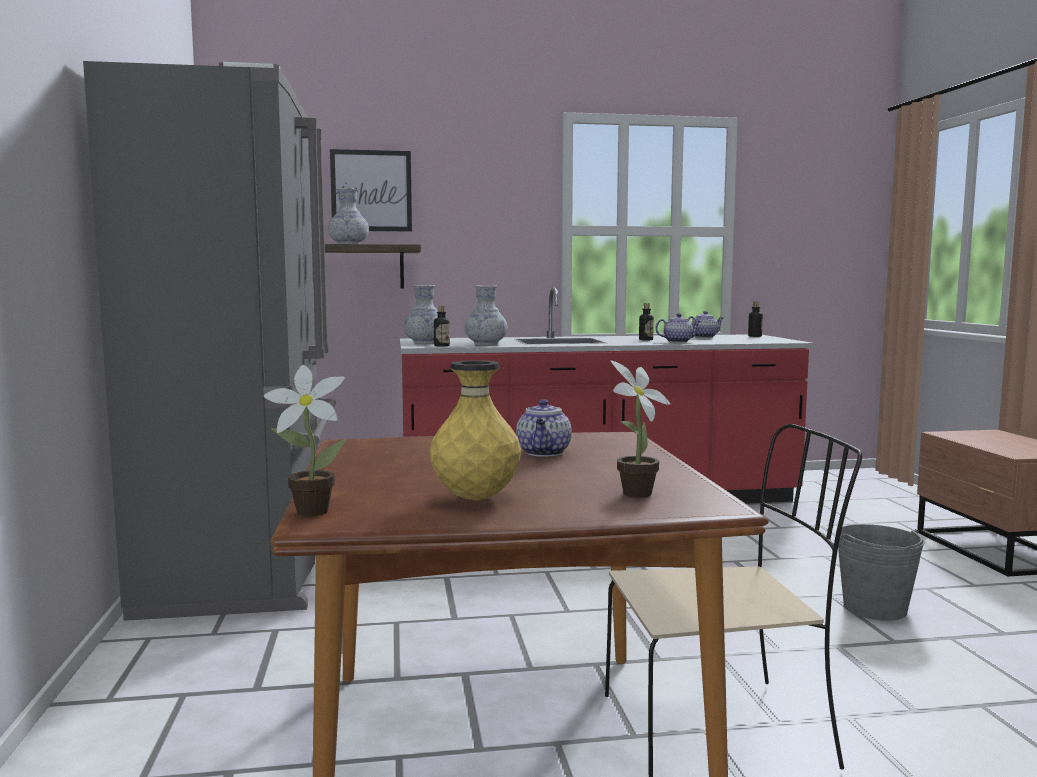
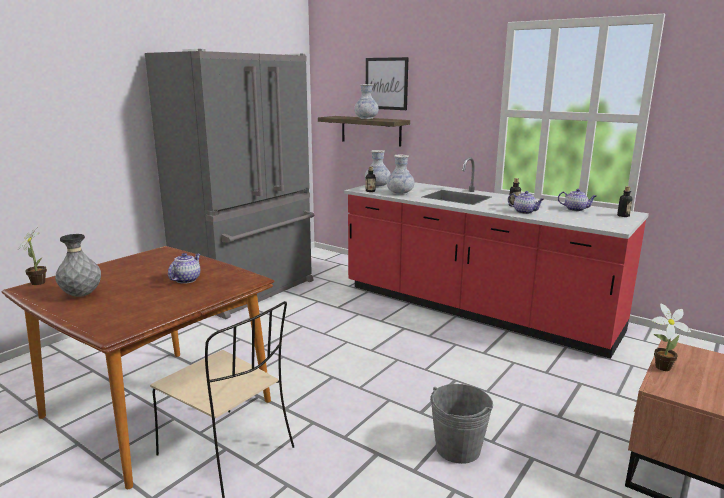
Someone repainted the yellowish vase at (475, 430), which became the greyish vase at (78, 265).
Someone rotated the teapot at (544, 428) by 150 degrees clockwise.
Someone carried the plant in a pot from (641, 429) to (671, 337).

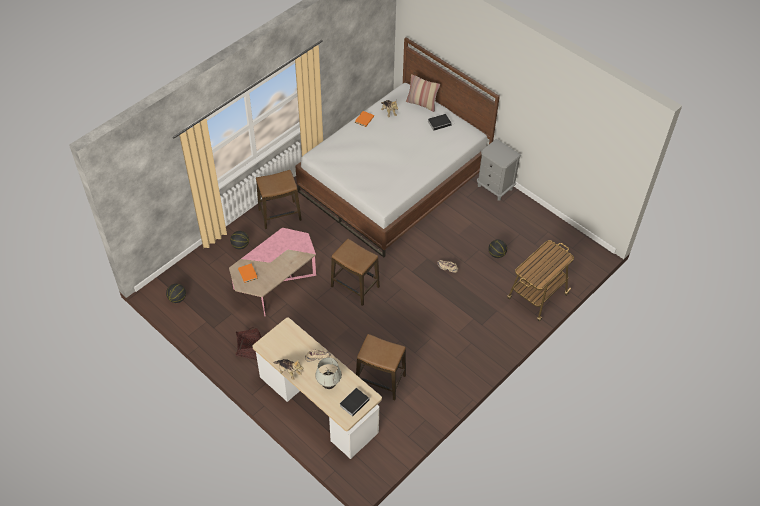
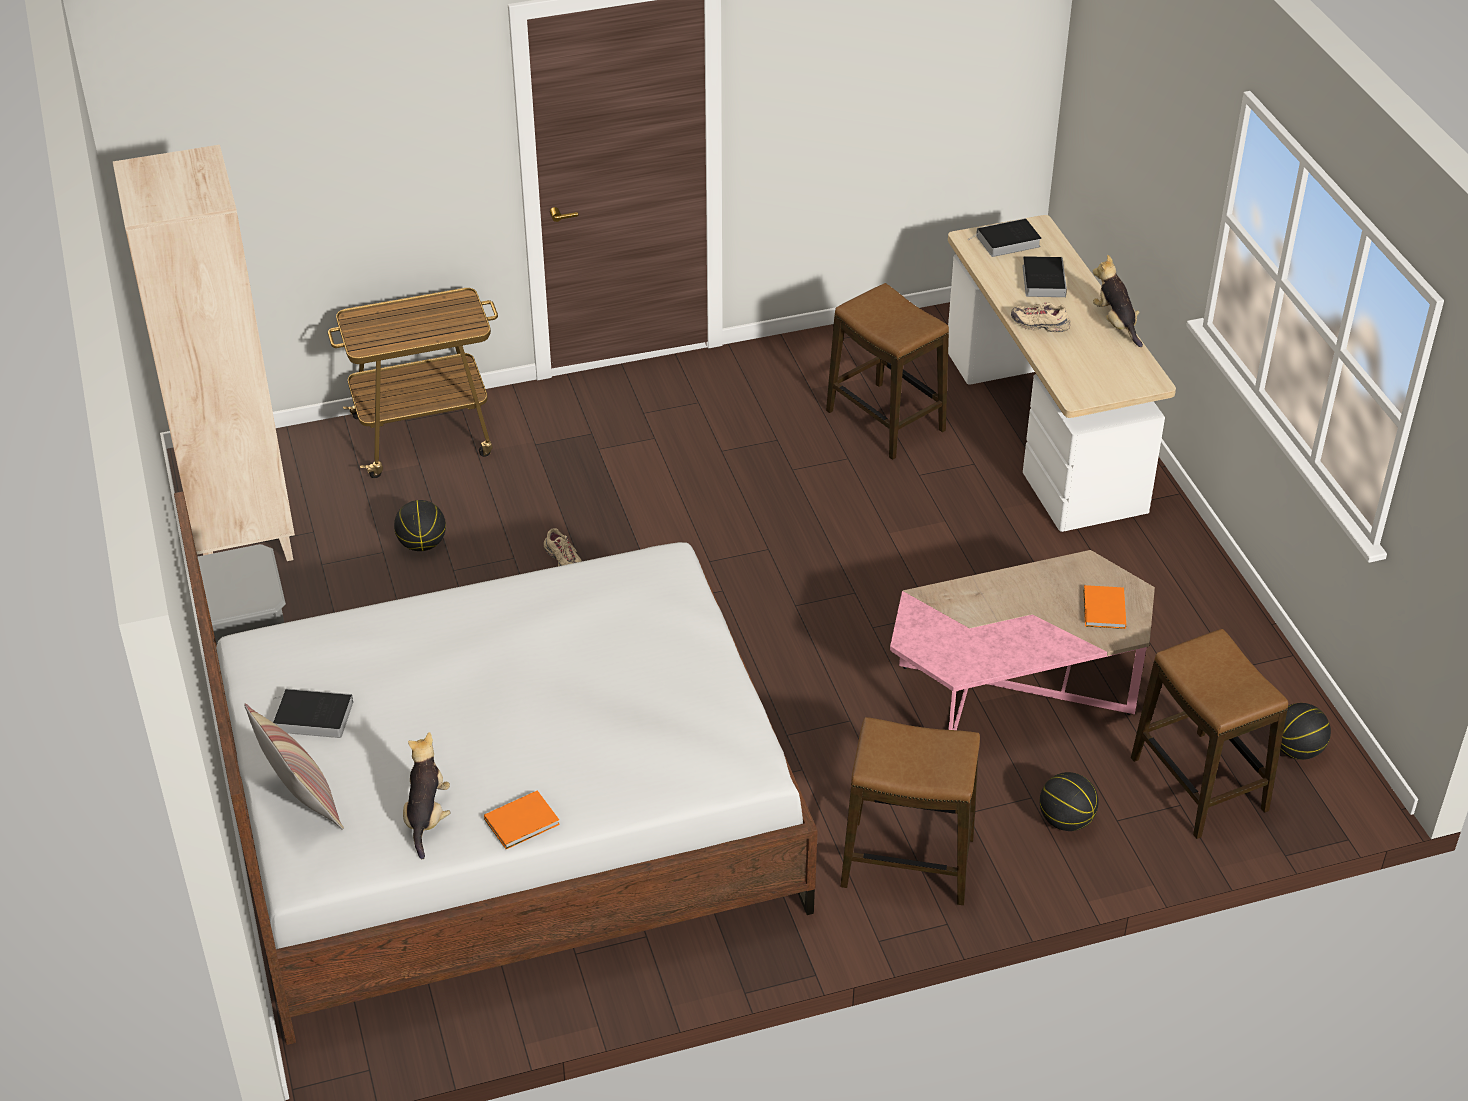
Someone took away the household basket at (249, 344).
Someone swapped the white table lamp at (328, 373) for the volume at (1044, 276).
Someone carried the stool from (355, 272) to (1209, 734).
Someone put down the beige-coloured bookshelf at (204, 353).

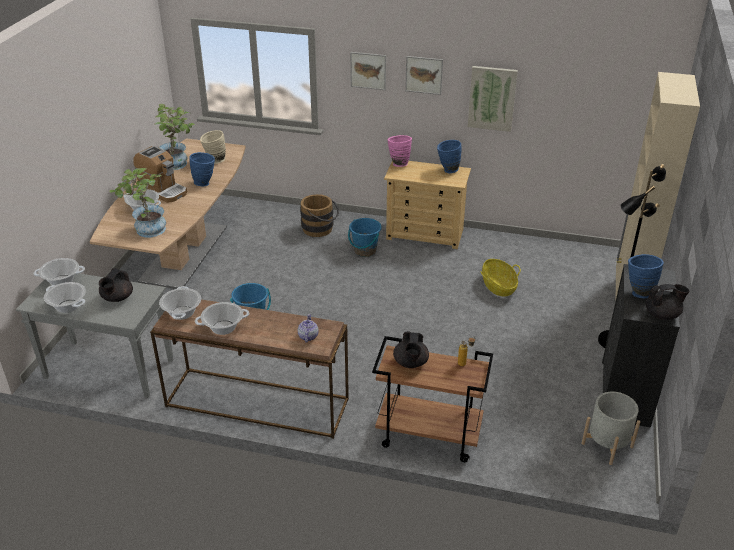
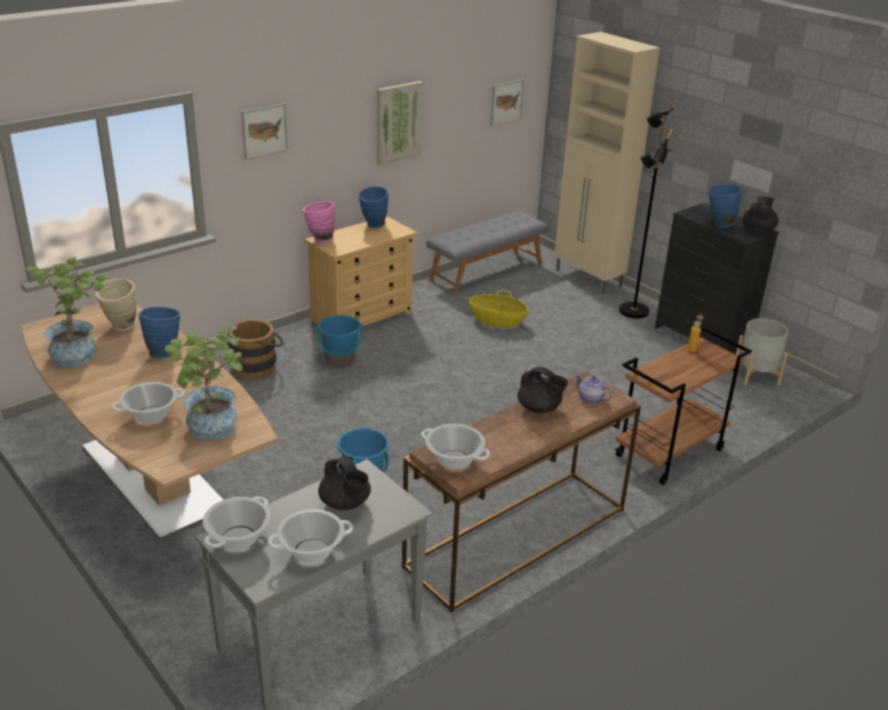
Someone took away the coffee brewer at (160, 174).
Someone took away the cooking pot at (222, 318).
Someone carried the black-coloured teapot from (411, 349) to (542, 390).
Someone carried the wall art from (424, 75) to (507, 102).
Someone put down the greyish indoor bench at (487, 253).

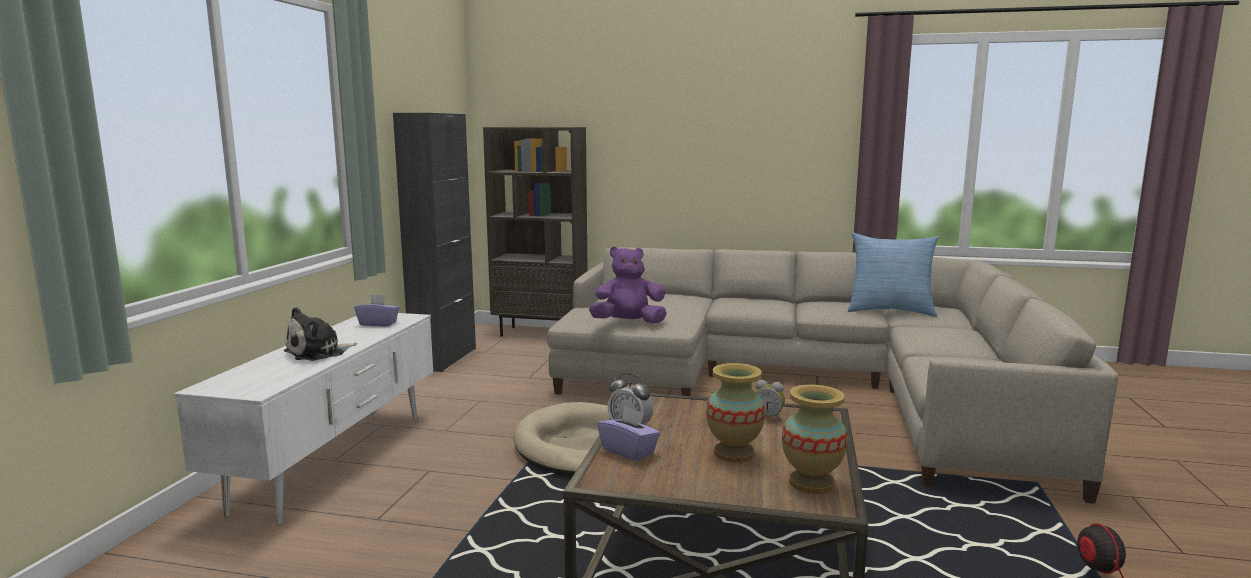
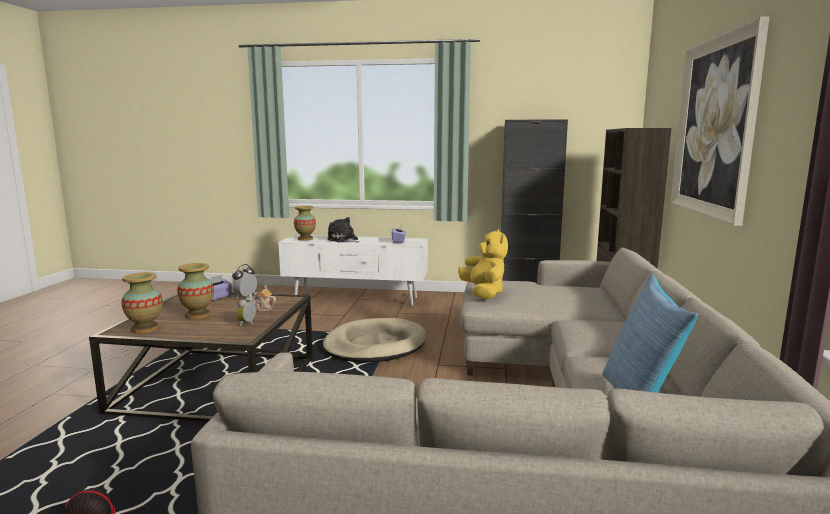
Someone repainted the purple-coloured cuddly toy at (628, 284), which became the yellowish cuddly toy at (483, 264).
Someone put down the teapot at (262, 298).
Someone put down the vase at (305, 223).
Someone put up the wall art at (720, 121).

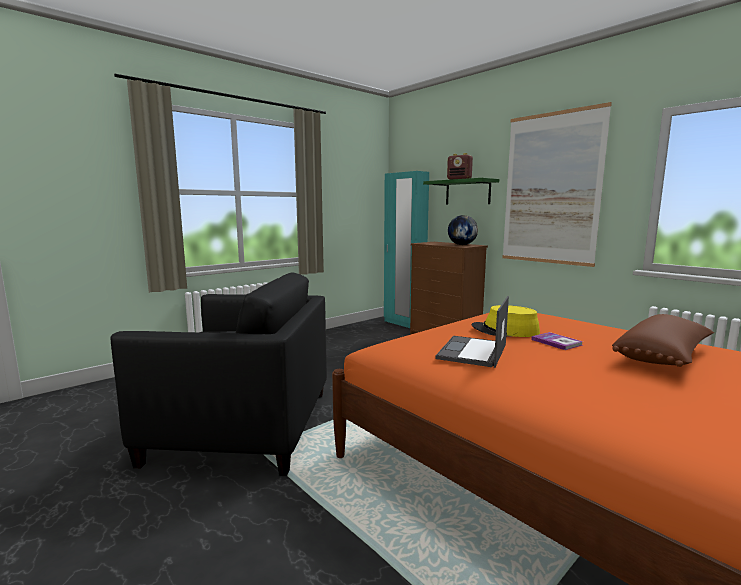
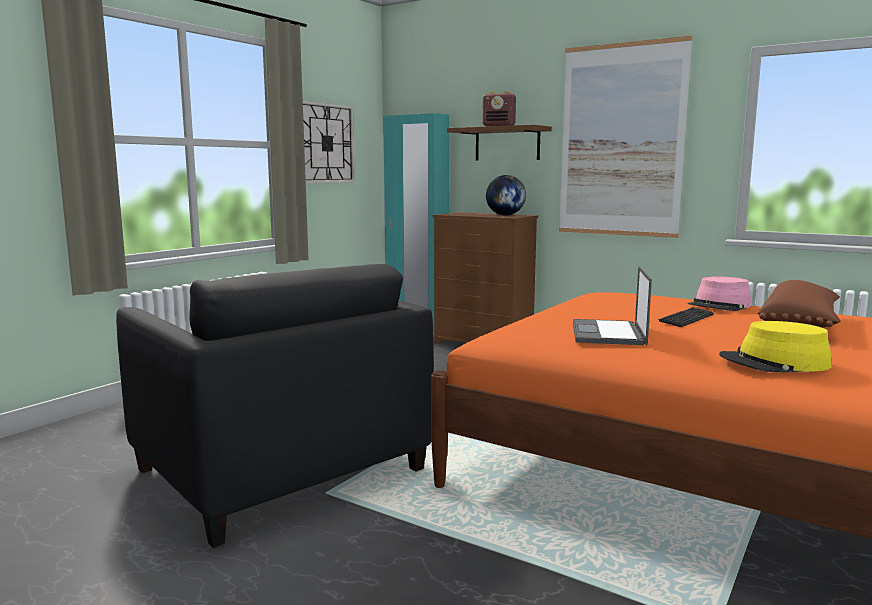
Someone rotated the black-coloured easy chair at (219, 374) by 60 degrees clockwise.
Someone repainted the green-coloured wall shelf at (461, 191), which became the brownish wall shelf at (499, 143).
Someone carried the yellowish clothing hat from (506, 321) to (775, 346).
Someone swapped the volume at (557, 341) for the PC keyboard at (686, 317).
Someone put up the hanging clock at (329, 142).
Someone put down the pink-coloured clothing hat at (719, 294).

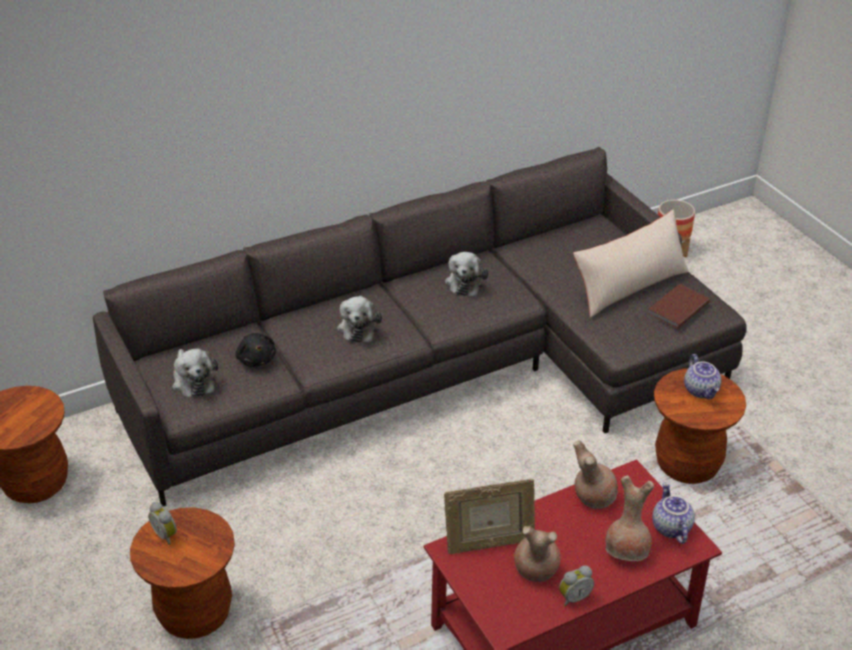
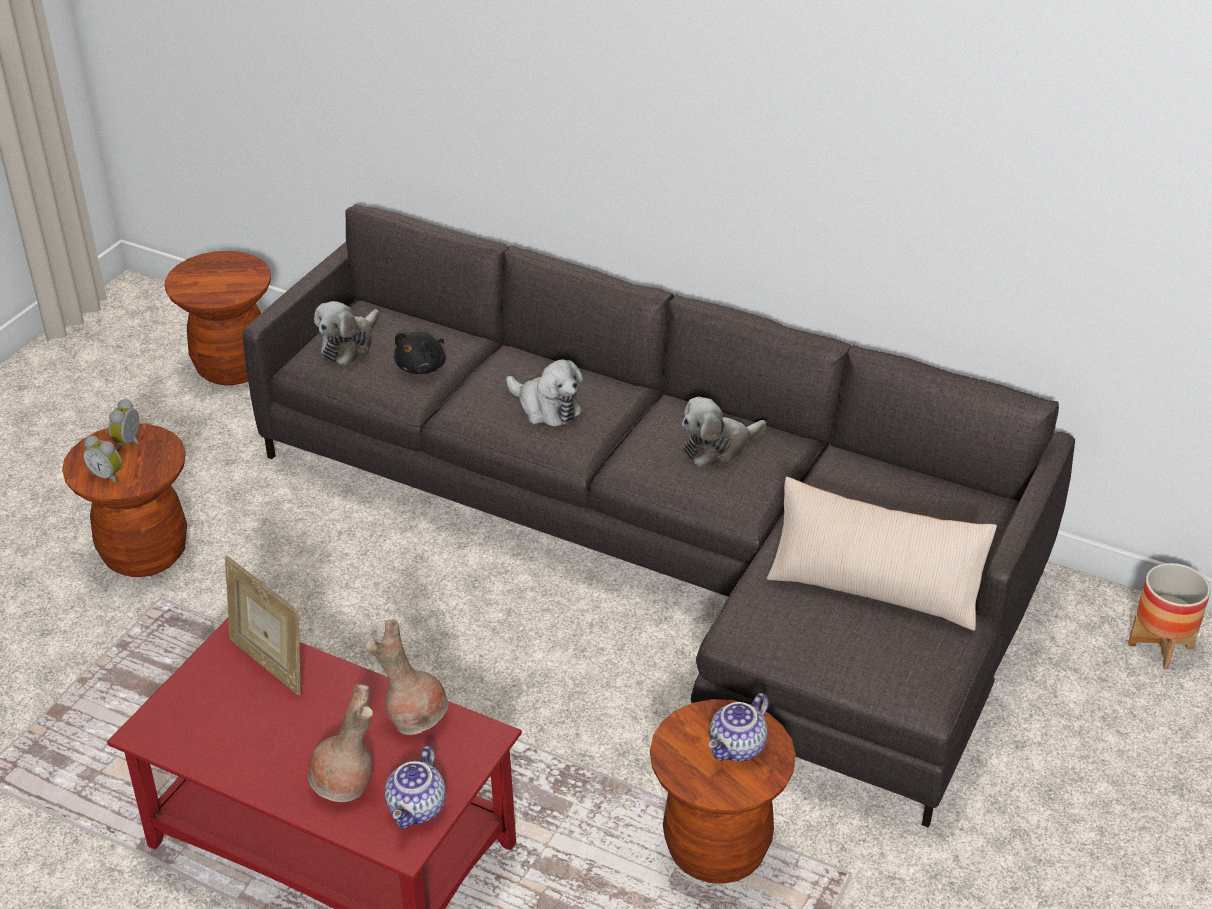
Someone rotated the cuddly toy at (359, 318) by 105 degrees counterclockwise.
Someone took away the brownish vase at (537, 554).
Someone carried the bedside clock from (576, 586) to (102, 460).
Someone took away the brownish volume at (679, 306).
Someone rotated the teapot at (673, 513) by 150 degrees clockwise.

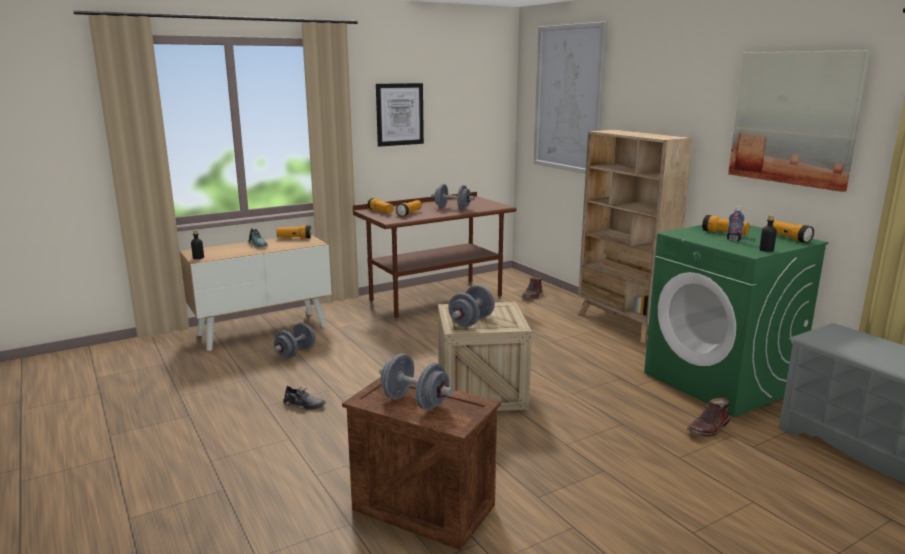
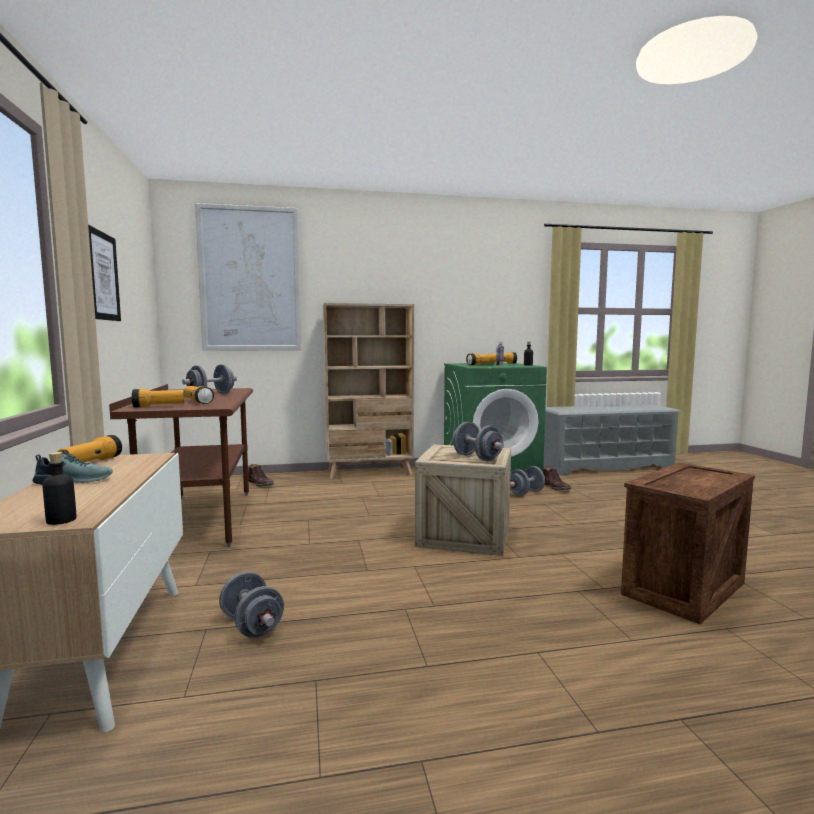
Someone took away the greyish item of footwear at (304, 397).
Someone carried the greyish hand weight from (416, 382) to (527, 481).
Someone took away the wall art at (800, 121).

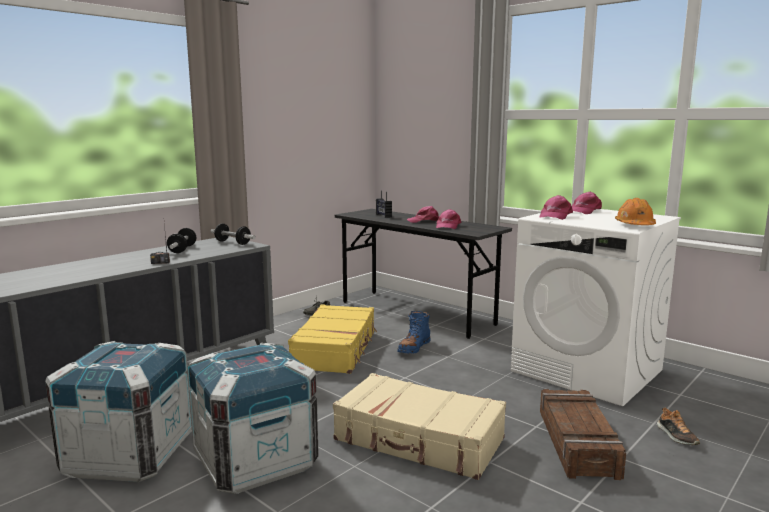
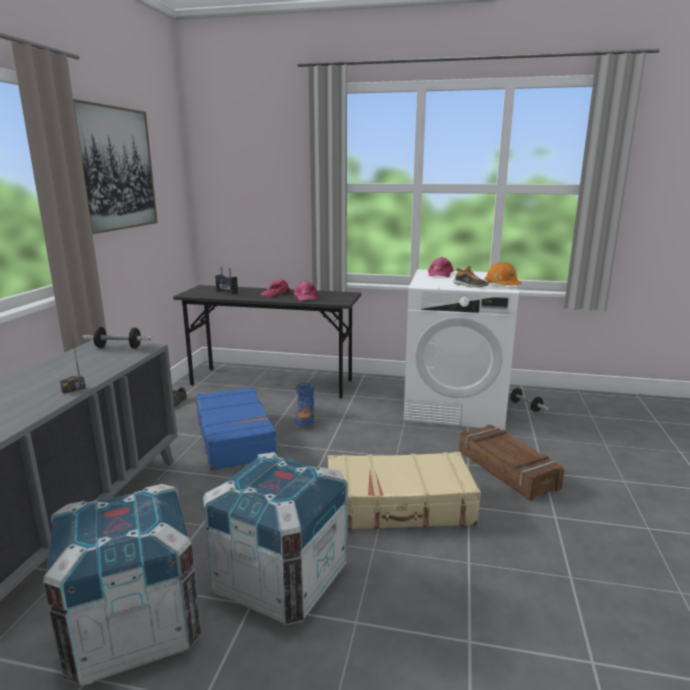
Someone carried the hand weight from (181, 240) to (529, 400).
Someone repainted the yellowish suitcase at (332, 339), which became the bluish suitcase at (237, 429).
Someone took away the pink-coloured baseball cap at (556, 207).
Someone carried the item of footwear from (678, 426) to (471, 276).
Someone put up the wall art at (115, 166).

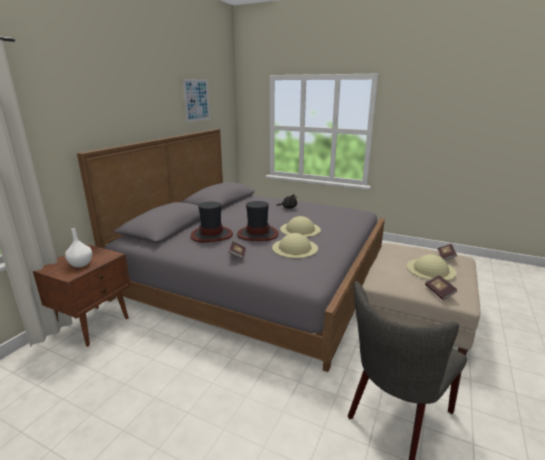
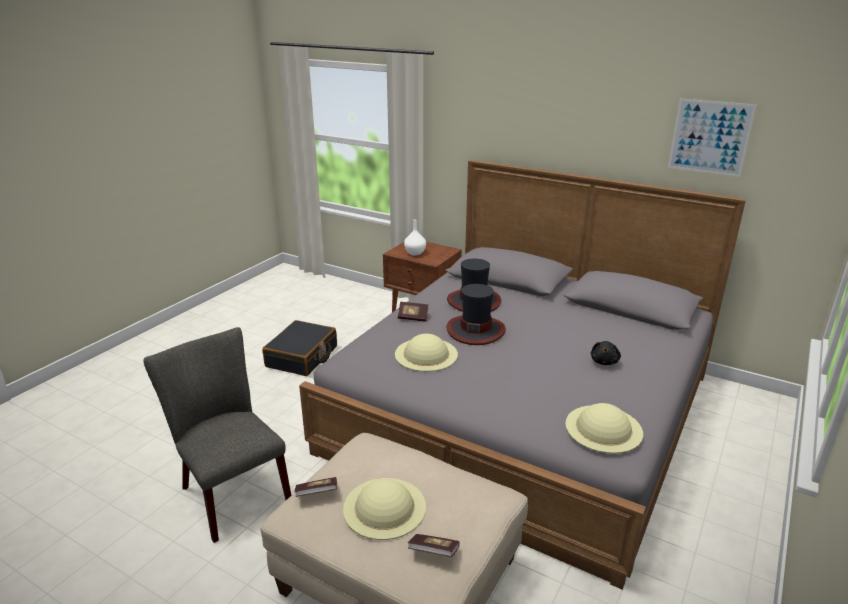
Someone carried the beige-coloured clothing hat from (300, 226) to (604, 428).
Someone put down the black-coloured suitcase at (299, 348).

